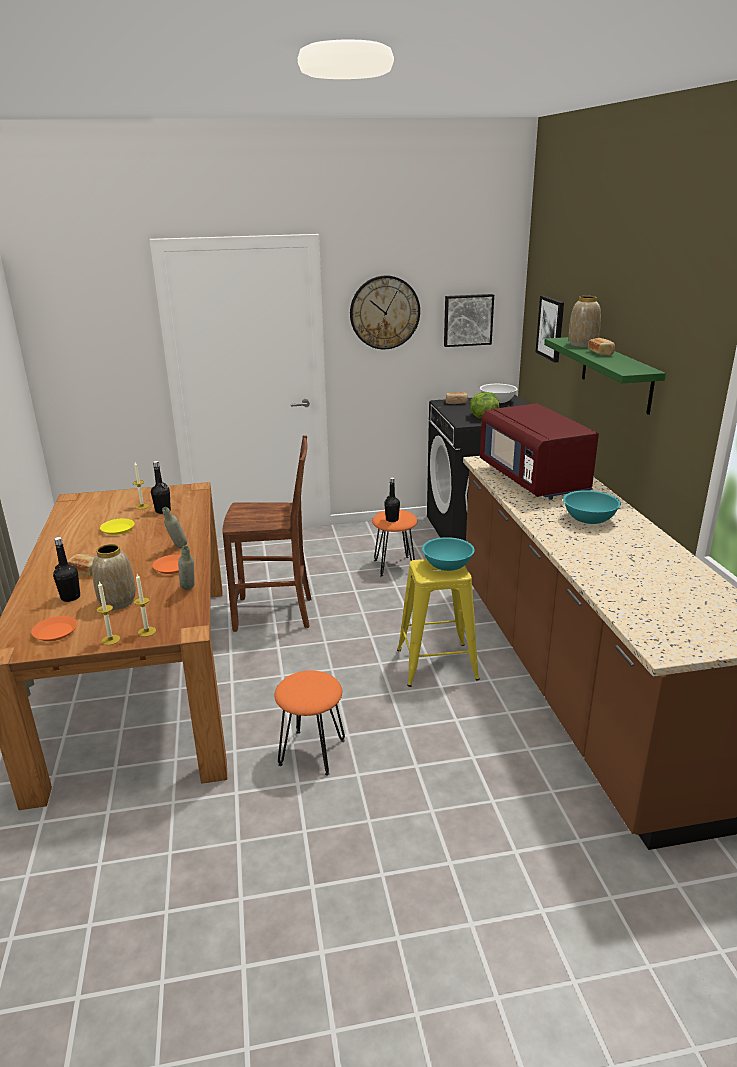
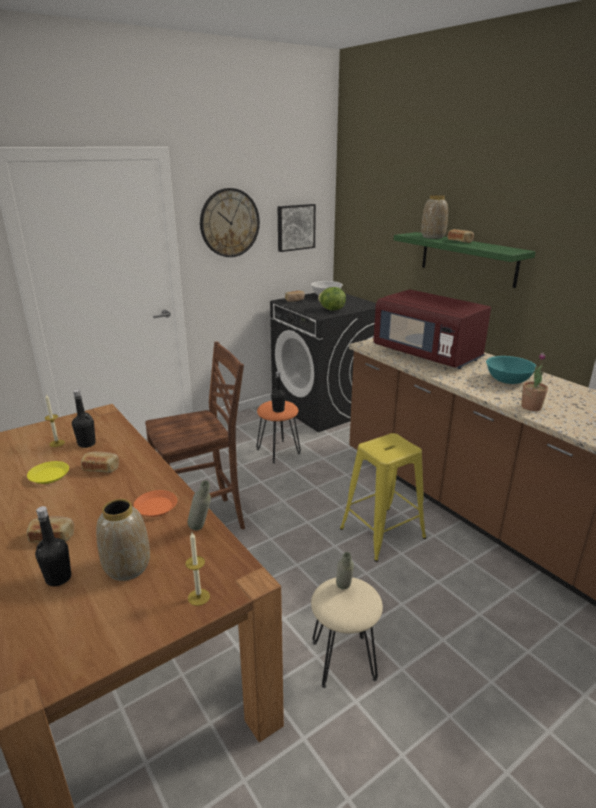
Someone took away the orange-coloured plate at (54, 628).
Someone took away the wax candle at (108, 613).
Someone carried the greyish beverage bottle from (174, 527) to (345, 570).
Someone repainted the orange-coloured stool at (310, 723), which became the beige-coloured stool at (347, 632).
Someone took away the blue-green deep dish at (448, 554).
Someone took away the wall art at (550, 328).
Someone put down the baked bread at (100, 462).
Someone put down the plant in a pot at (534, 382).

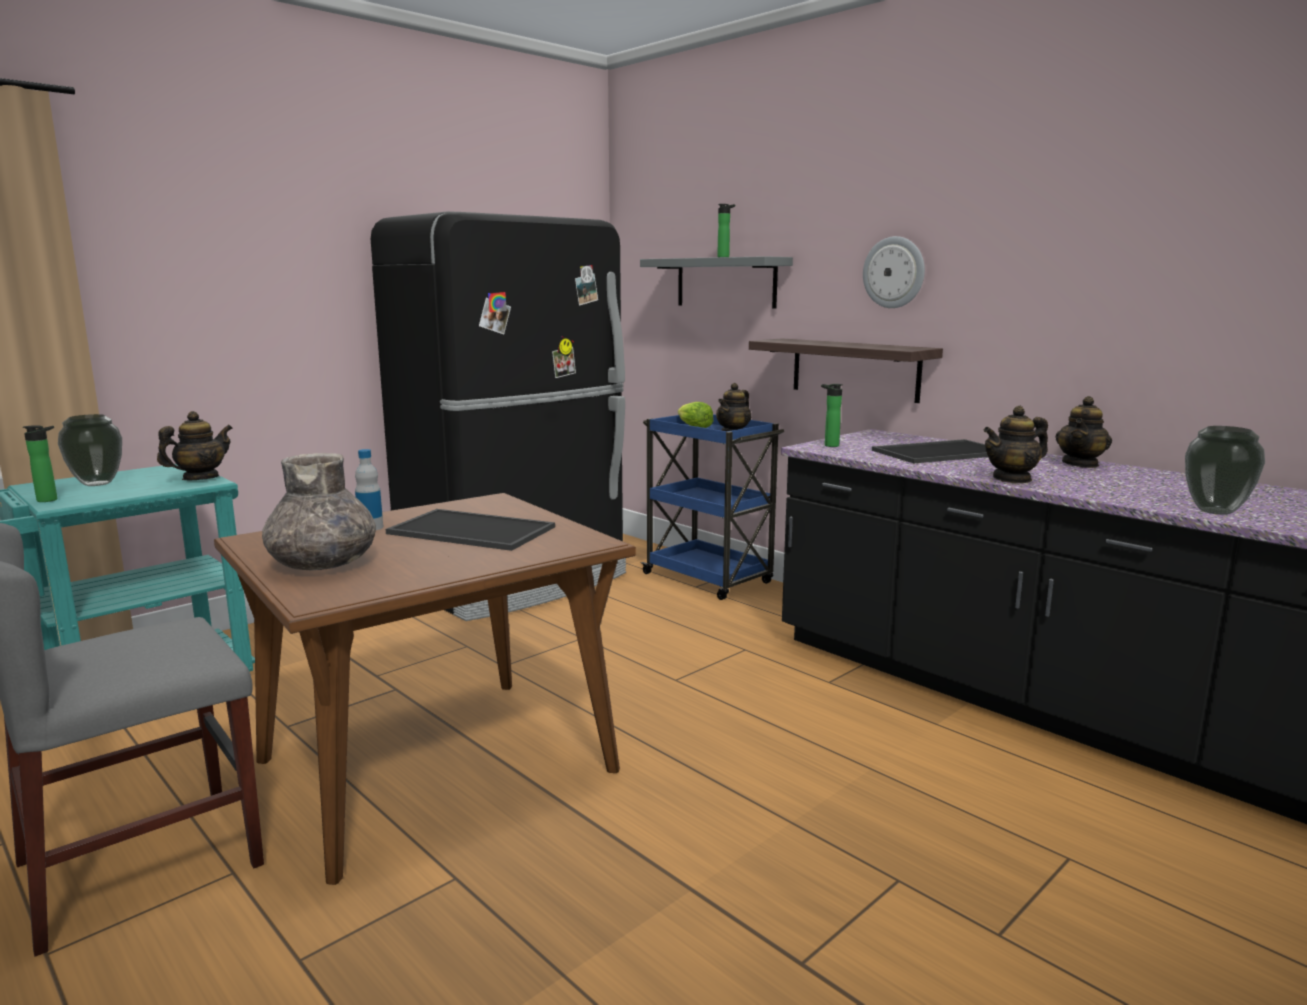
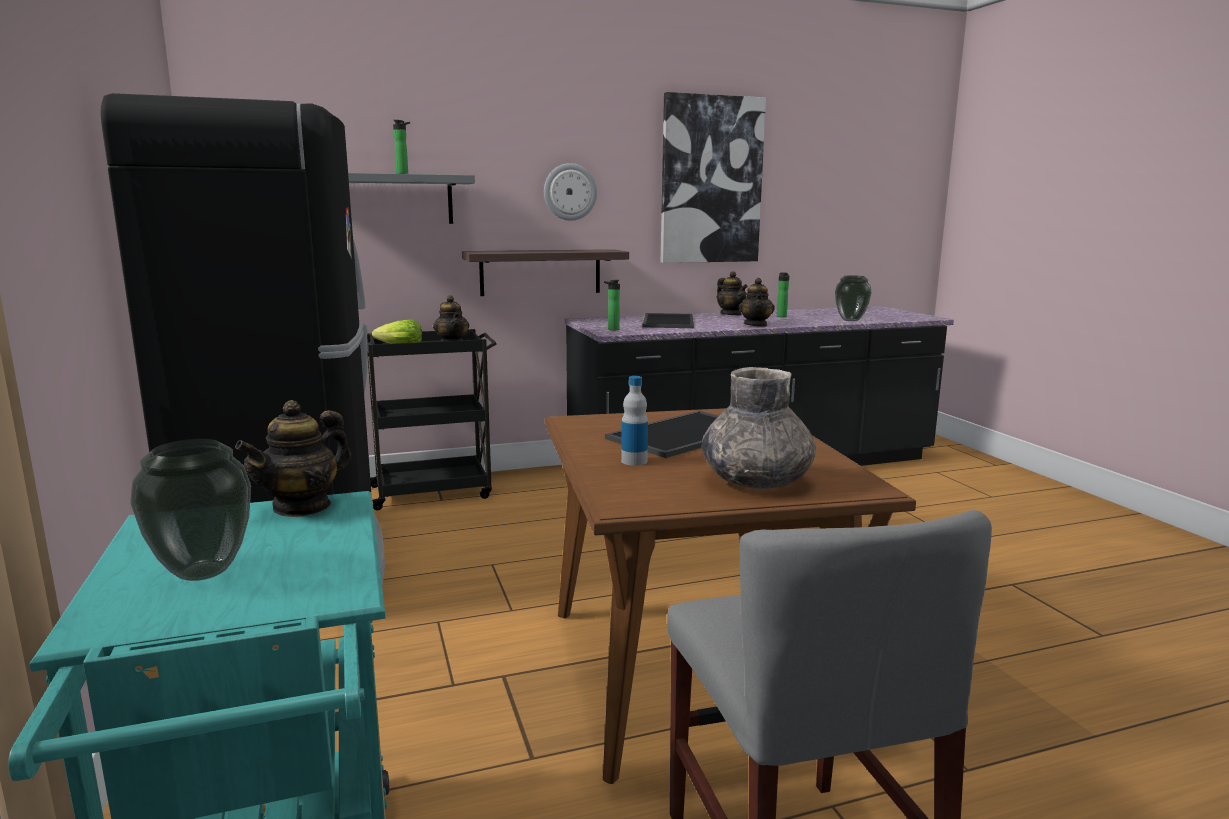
Someone carried the beverage bottle from (40, 463) to (783, 295).
Someone rotated the teapot at (195, 445) by 120 degrees counterclockwise.
Someone repainted the bluish cart at (712, 507), which became the black-coloured cart at (428, 419).
Someone put up the wall art at (713, 177).

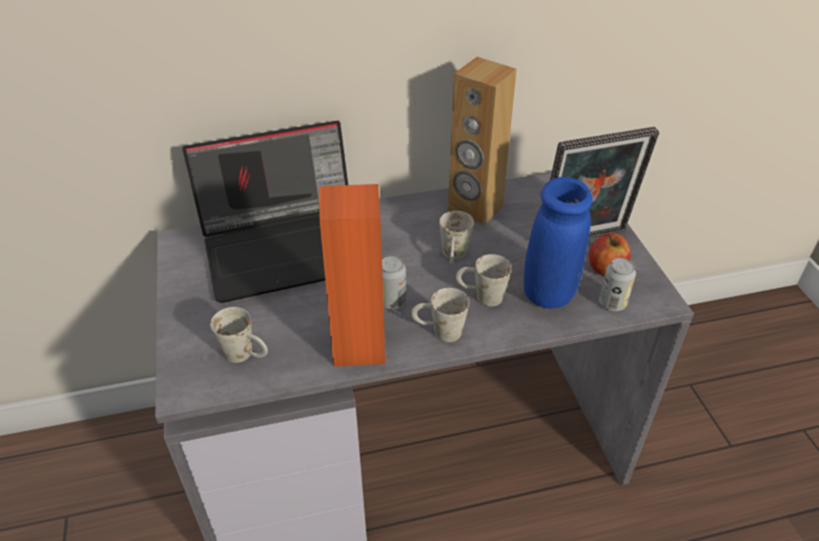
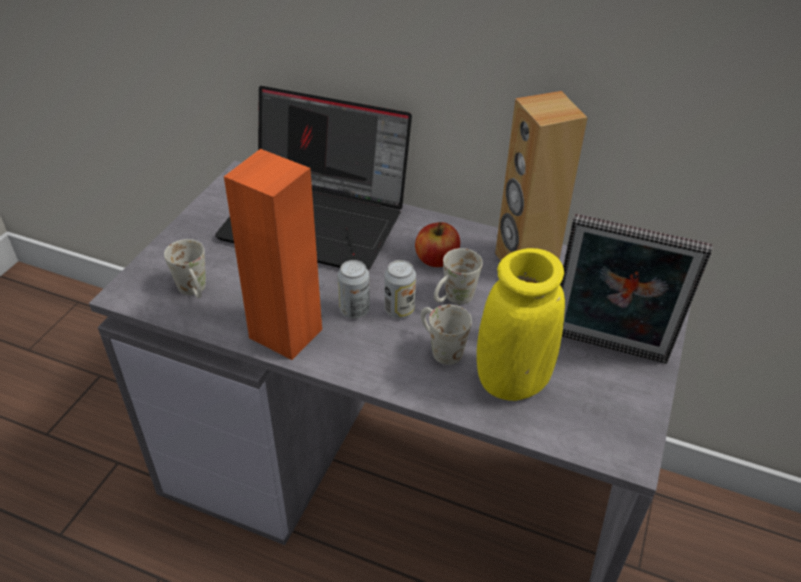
Someone took away the white tea mug at (440, 315).
Someone repainted the bluish vase at (558, 242), which became the yellowish vase at (521, 324).
Someone carried the apple from (610, 254) to (437, 244).
Someone carried the sealed can from (617, 284) to (400, 289).

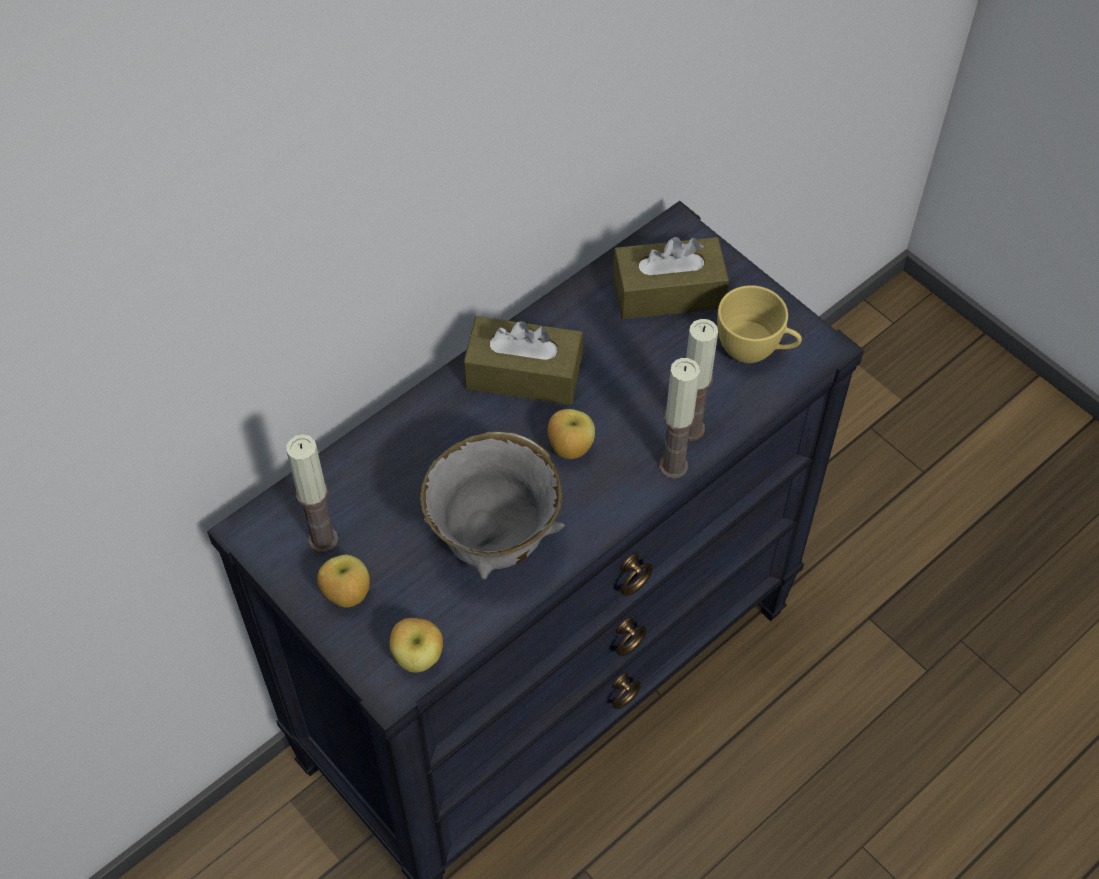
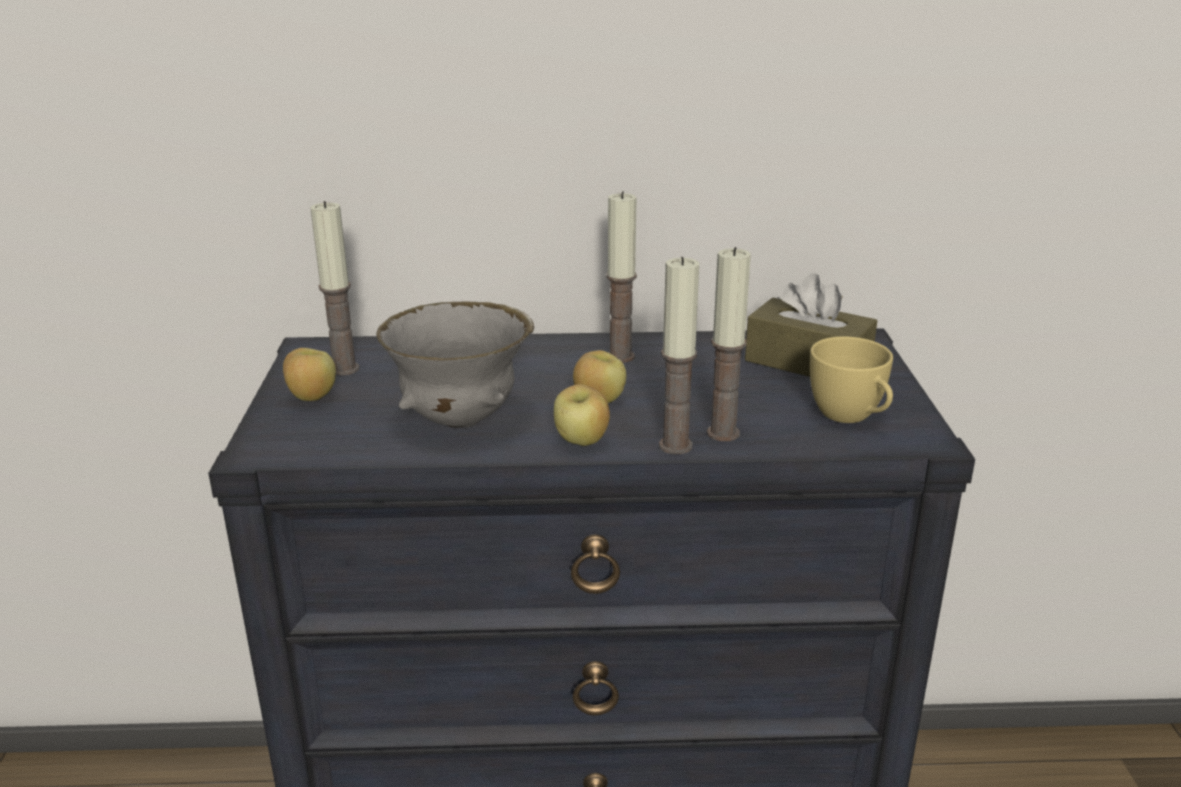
Someone carried the apple from (416, 645) to (582, 415).
Someone swapped the brownish box of tissues at (523, 360) for the wax candle at (621, 277).

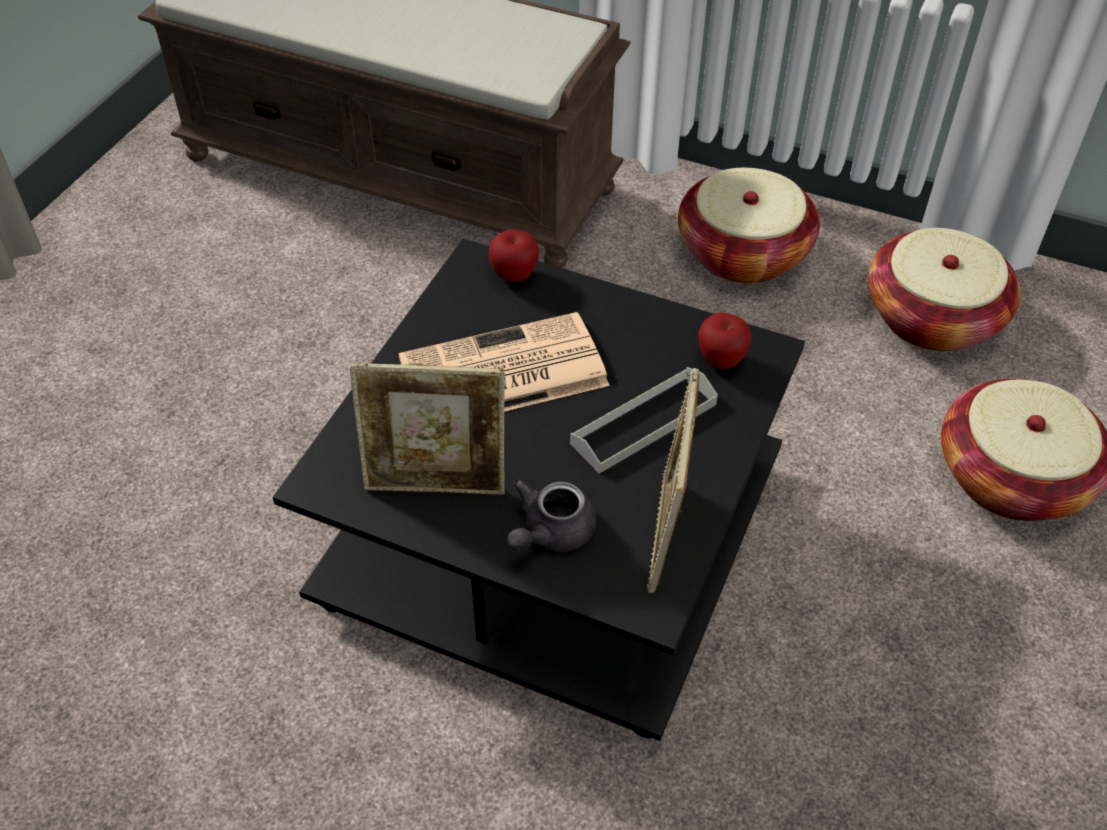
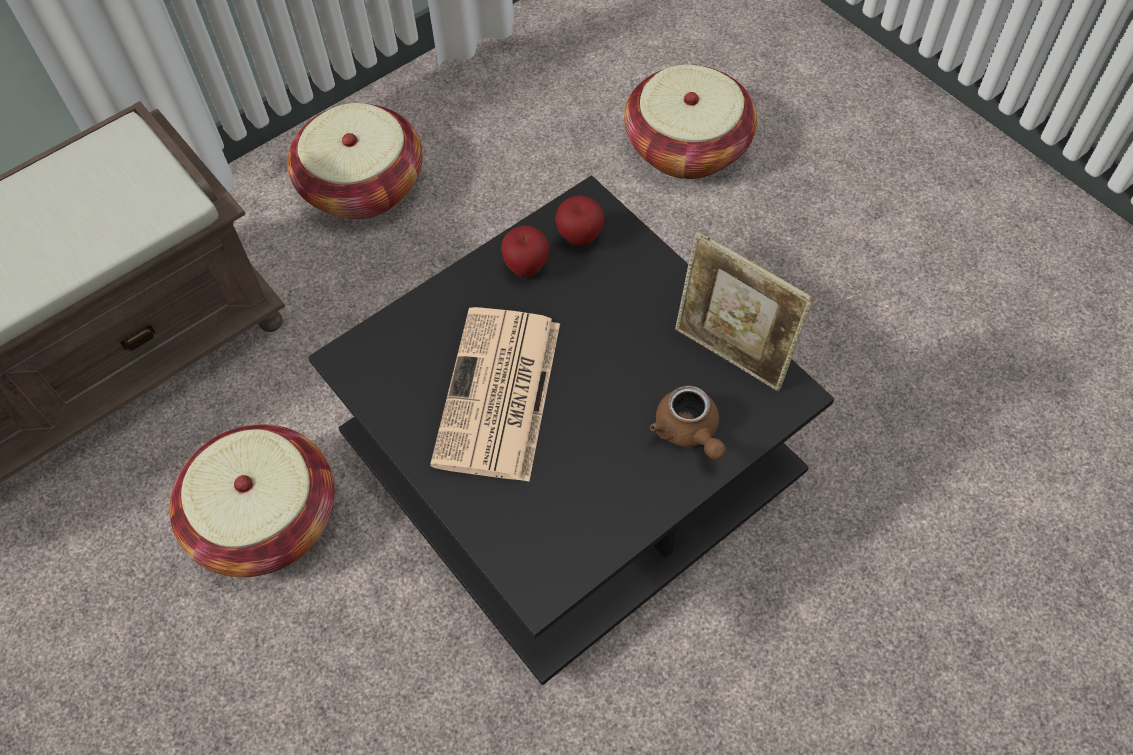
Someone took away the photo frame at (427, 429).
Someone carried the apple from (513, 255) to (525, 251).
Someone repainted the greyish teapot at (552, 516), which became the brownish teapot at (688, 422).
Someone took away the greyish carrying tray at (644, 420).
Someone carried the household basket from (944, 290) to (252, 500).

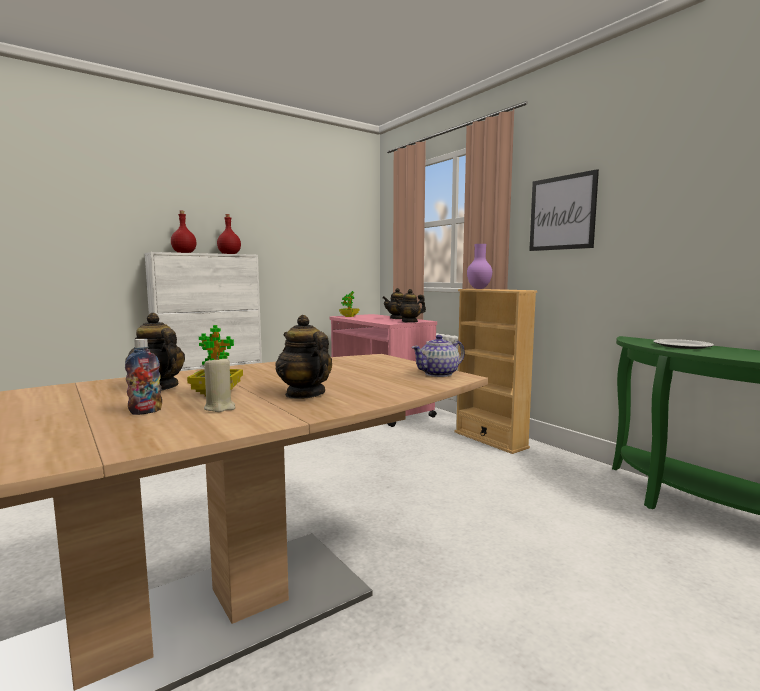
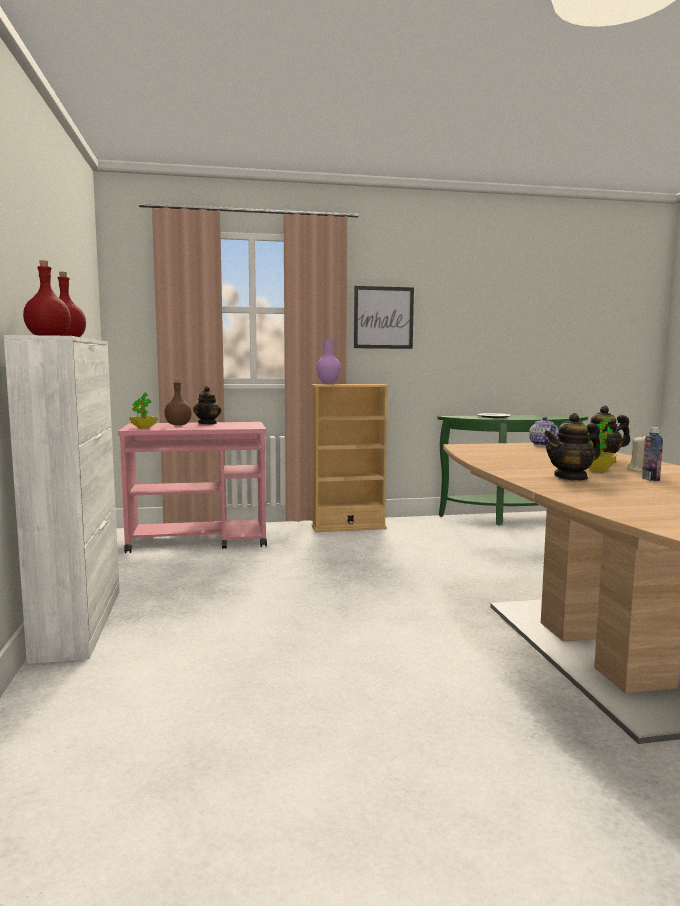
Someone took away the teapot at (410, 306).
Someone put down the brownish beverage bottle at (178, 402).

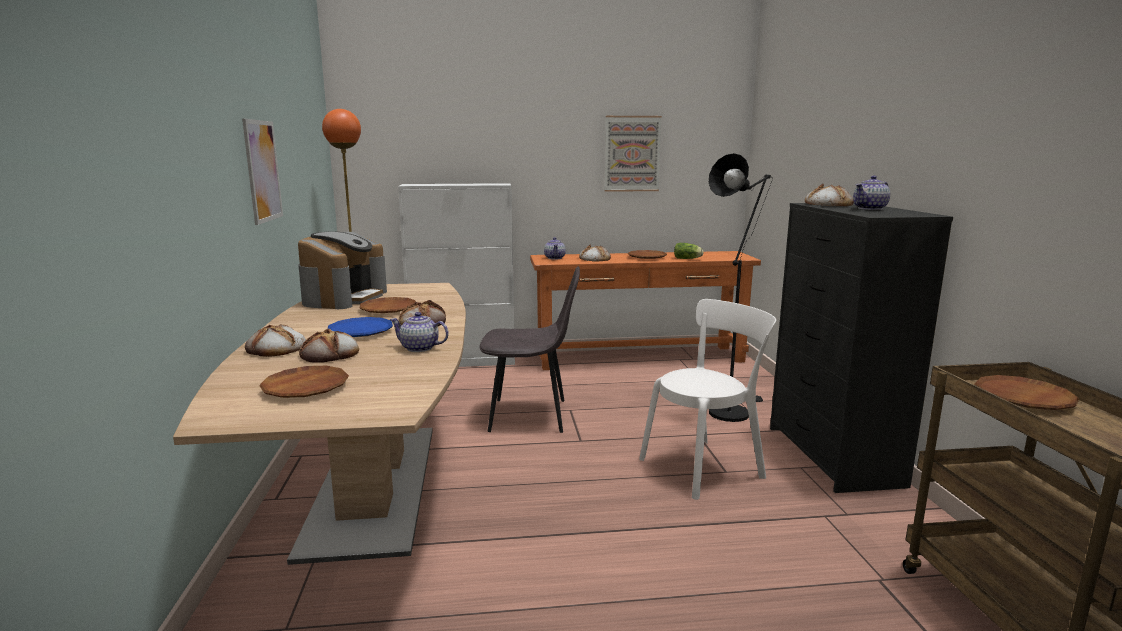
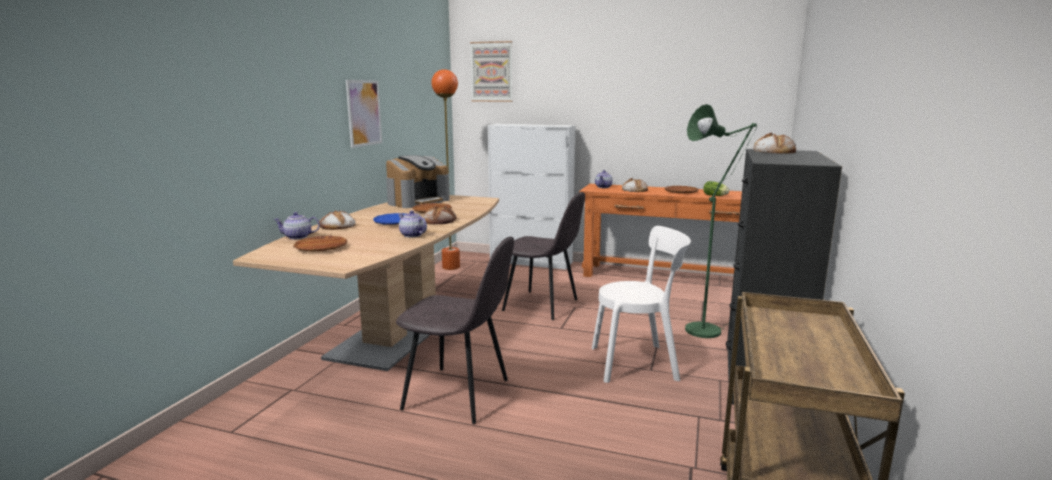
Someone took away the baked bread at (329, 345).
Someone carried the wall art from (633, 154) to (491, 71).
Someone repainted the black-coloured floor lamp at (741, 287), which became the green-coloured floor lamp at (721, 221).
Someone carried the teapot from (871, 193) to (296, 226).
Someone took away the brownish plate at (1026, 392).
Someone put down the greyish plain chair at (455, 330).

